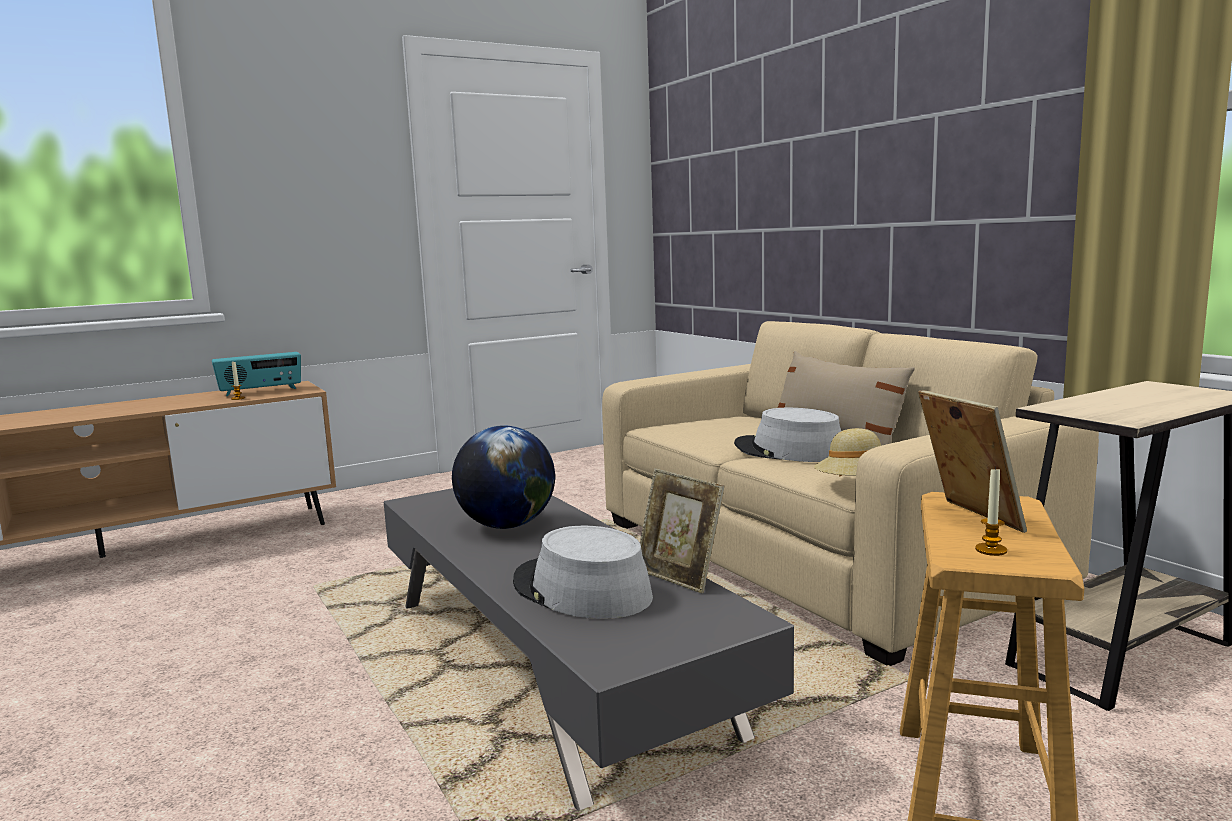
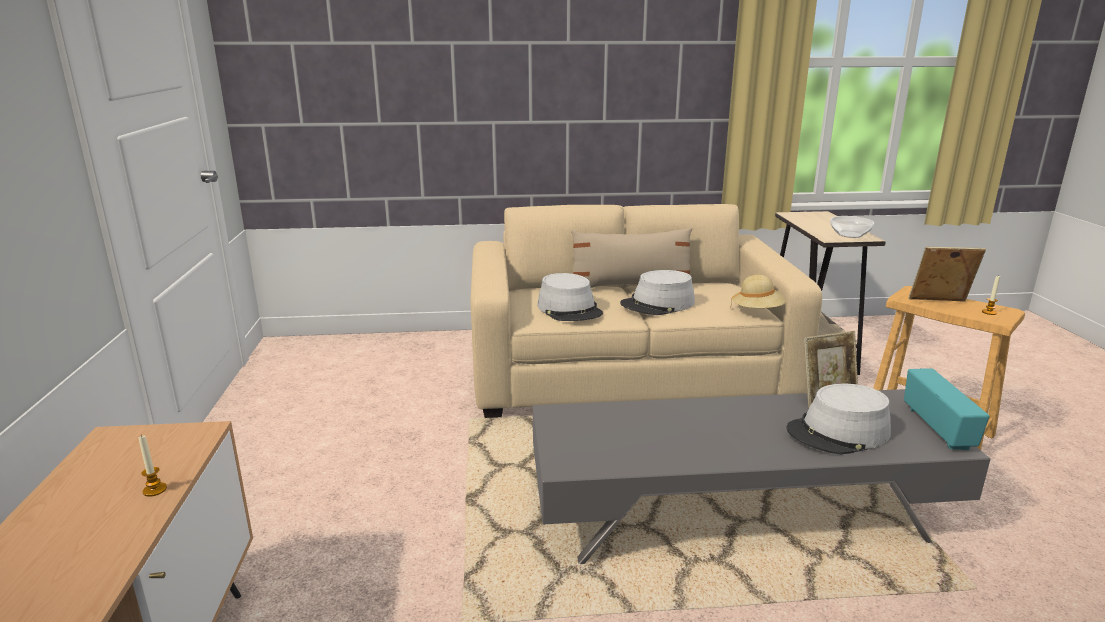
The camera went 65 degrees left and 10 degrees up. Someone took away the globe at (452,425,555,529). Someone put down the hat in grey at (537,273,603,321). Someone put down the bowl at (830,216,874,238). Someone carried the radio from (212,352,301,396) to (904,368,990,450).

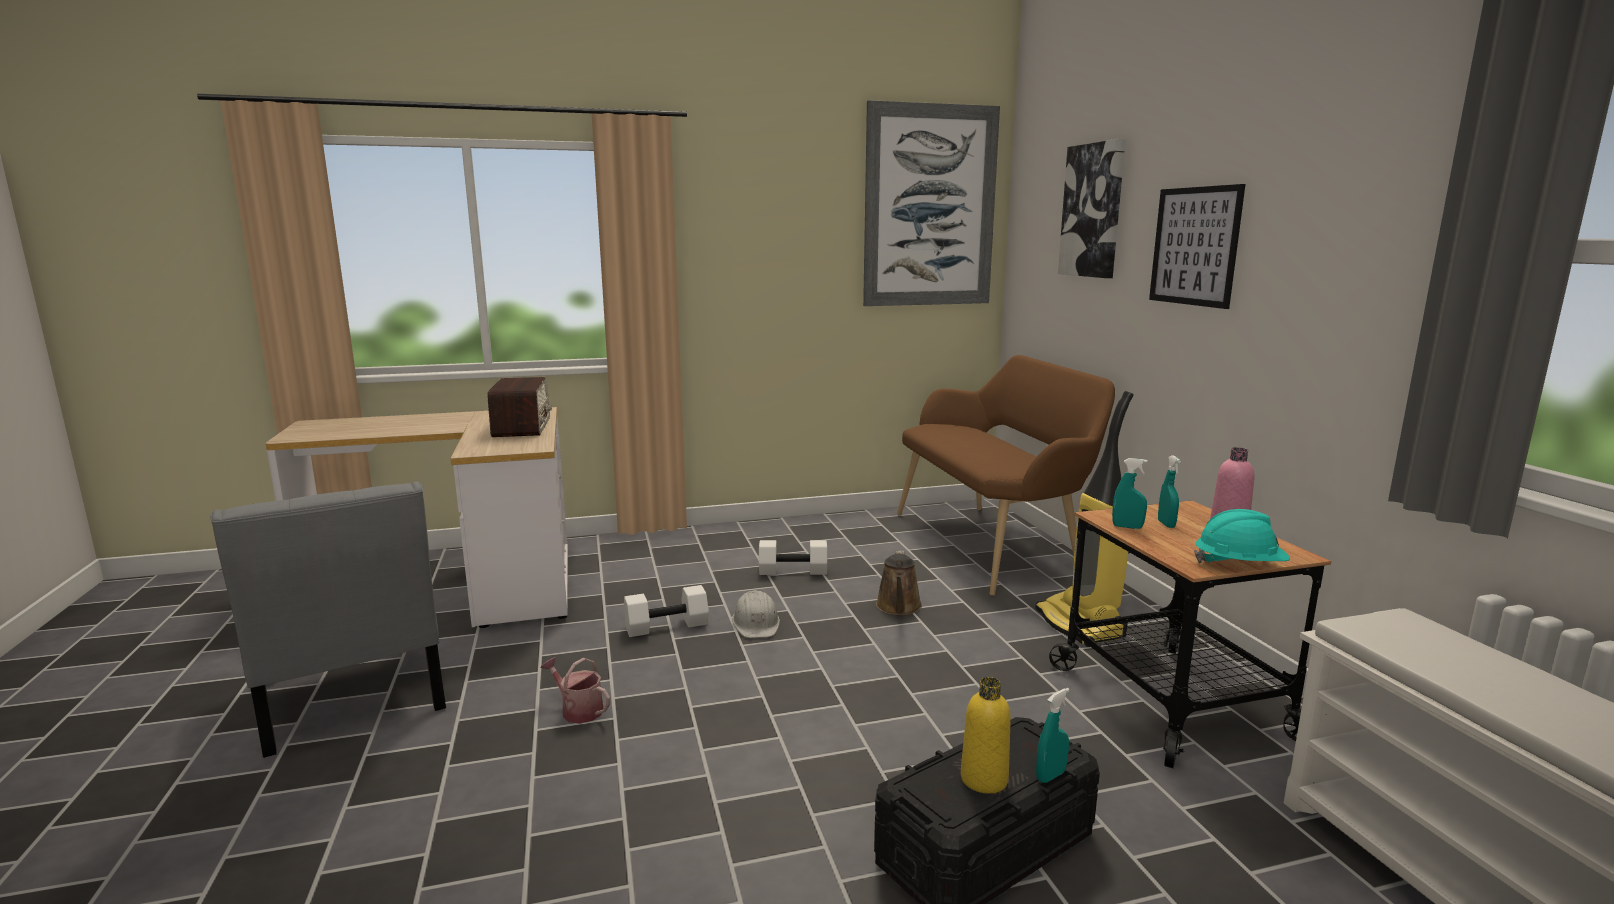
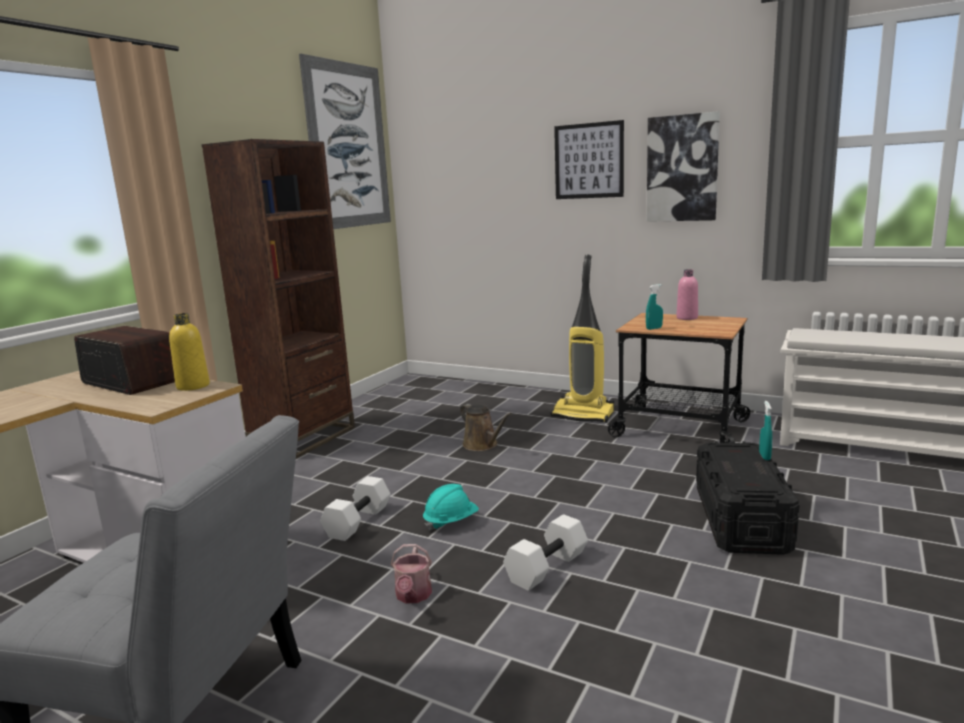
The camera went 45 degrees left and 0 degrees up. Someone took away the hard hat in white at (732,590,780,638). Someone took away the bench in brown at (897,355,1115,596). Someone took away the spray bottle in turquoise at (1158,455,1181,528). Someone put down the bookcase in brown at (202,139,355,458). Someone carried the dumbbell in white from (759,540,827,575) to (503,514,588,591). Someone carried the bottle in yellow from (961,677,1011,794) to (169,313,210,391). Someone carried the picture from (1058,139,1126,278) to (647,111,720,222). Someone carried the hard hat in turquoise from (1194,509,1290,563) to (423,484,479,531). Someone rotated the watering can at (541,657,610,724) by 75 degrees counterclockwise.

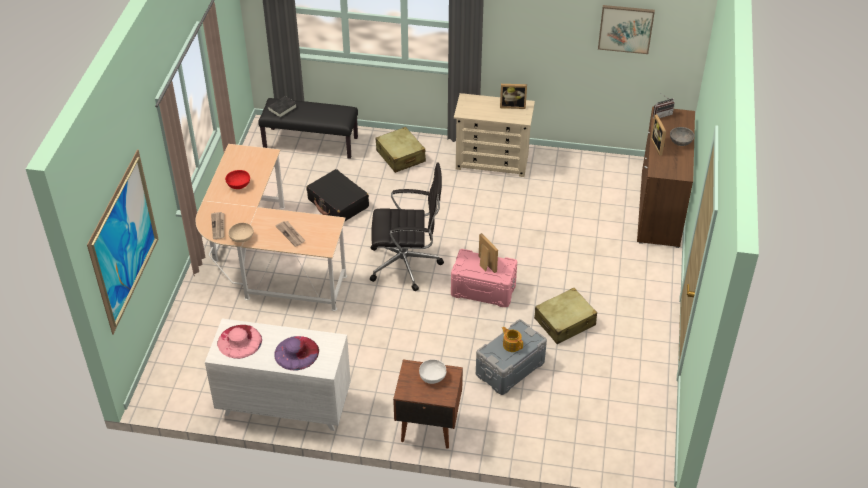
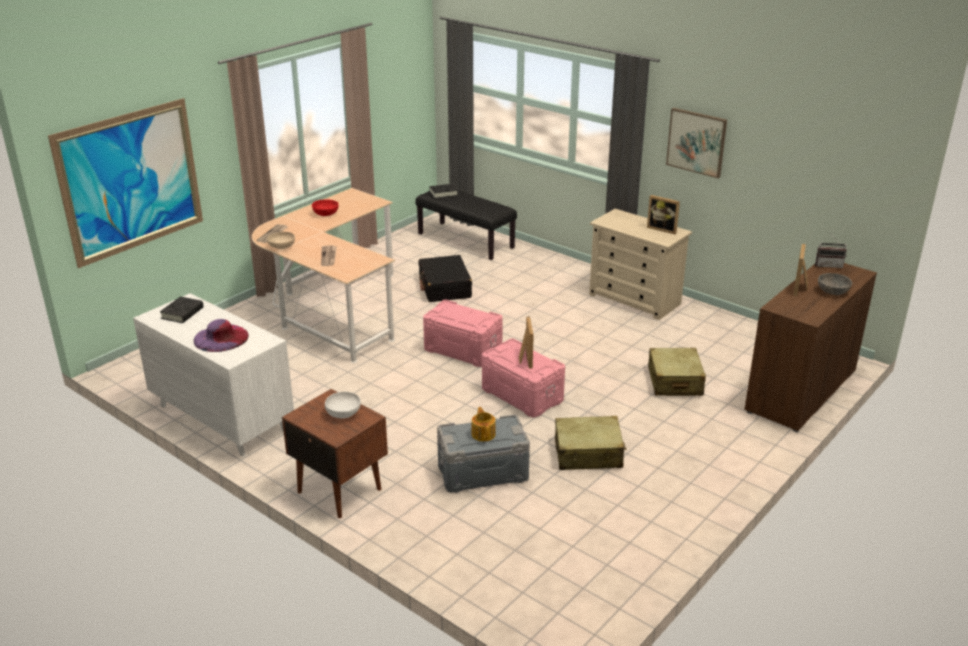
The camera went 30 degrees right and 15 degrees down. Someone carried the suitcase in beige from (375,127,426,173) to (648,348,706,396). Someone carried the picture from (598,5,655,54) to (666,108,727,178). Someone swapped the hat in pink at (217,325,262,359) for the book in black at (160,297,204,323). Someone swapped the office chair in black at (370,162,444,291) for the storage box in pink at (423,299,503,367).

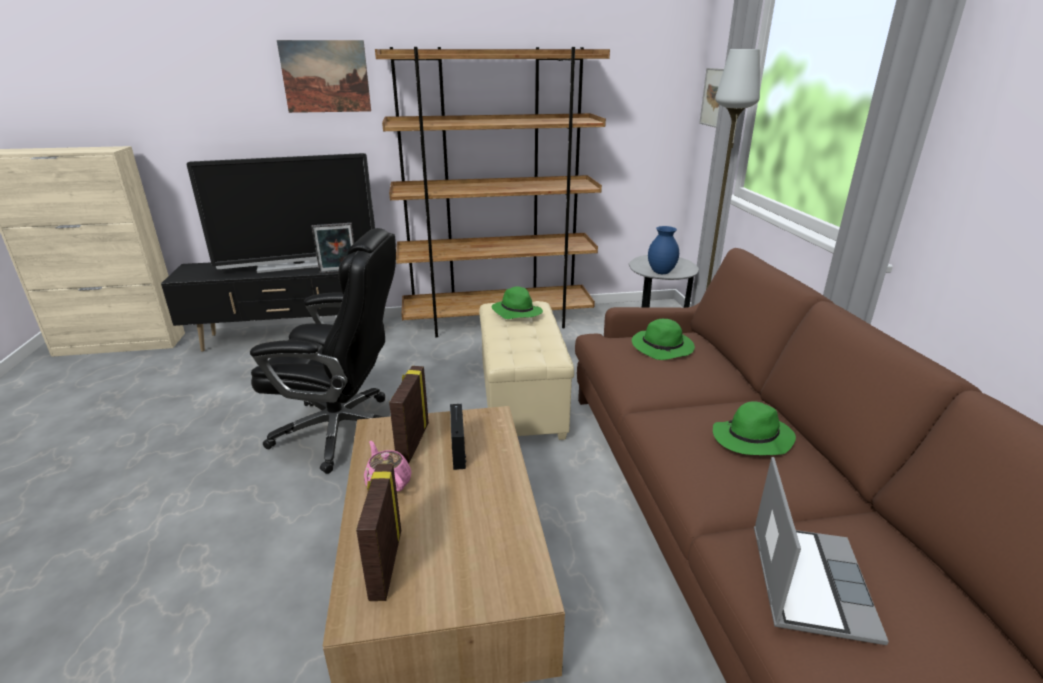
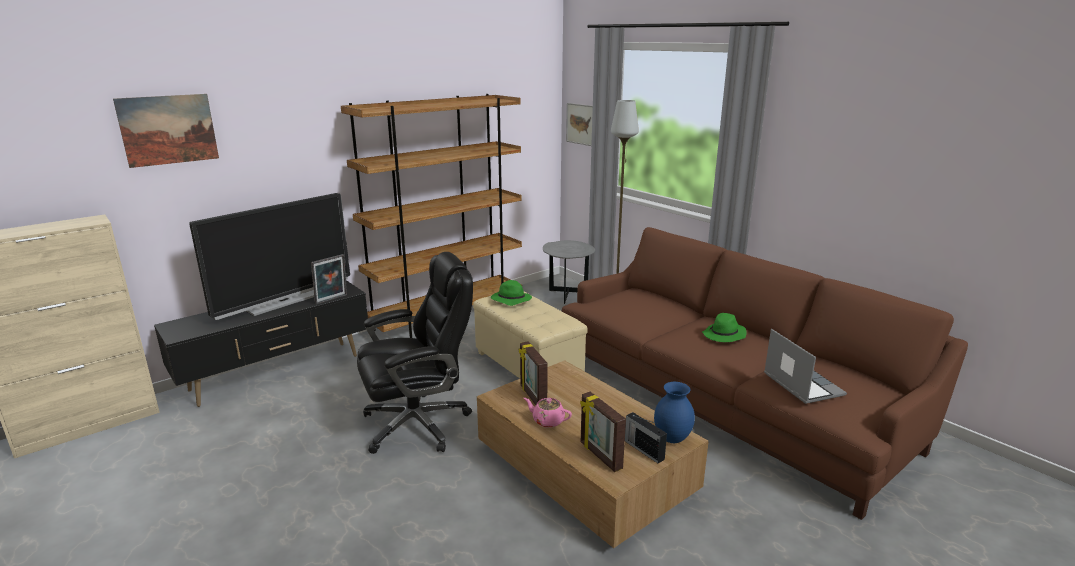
The camera went 30 degrees left and 5 degrees down. Someone took away the hat in green at (632,319,695,360). Someone carried the picture from (277,40,371,113) to (113,94,219,168). Someone carried the radio from (450,404,466,470) to (625,412,667,463). Someone carried the vase in blue from (648,226,679,274) to (654,382,695,443).

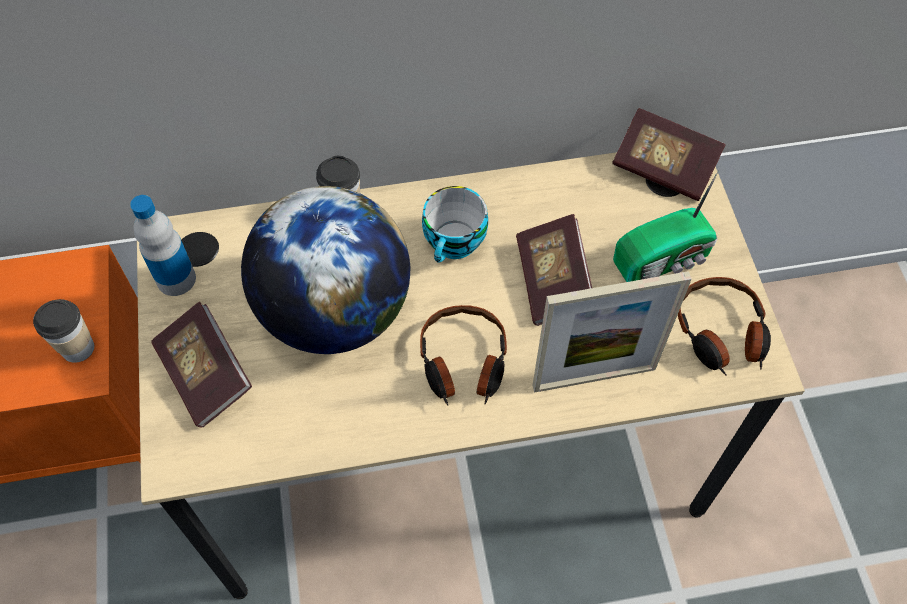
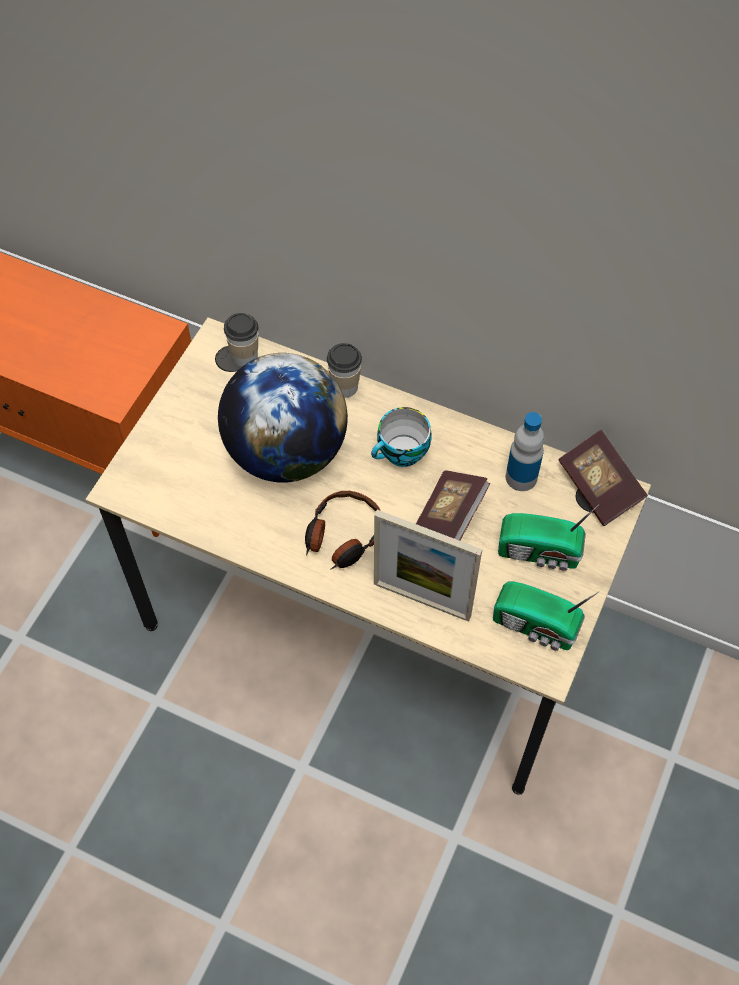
The camera went 35 degrees right and 0 degrees up. Someone took away the book at (151,302,252,427). Someone carried the cup from (33,299,94,363) to (224,313,258,367). Someone carried the bottle from (130,195,196,296) to (506,412,545,491). Someone swapped the headphones at (678,277,771,376) for the radio at (493,582,599,651).

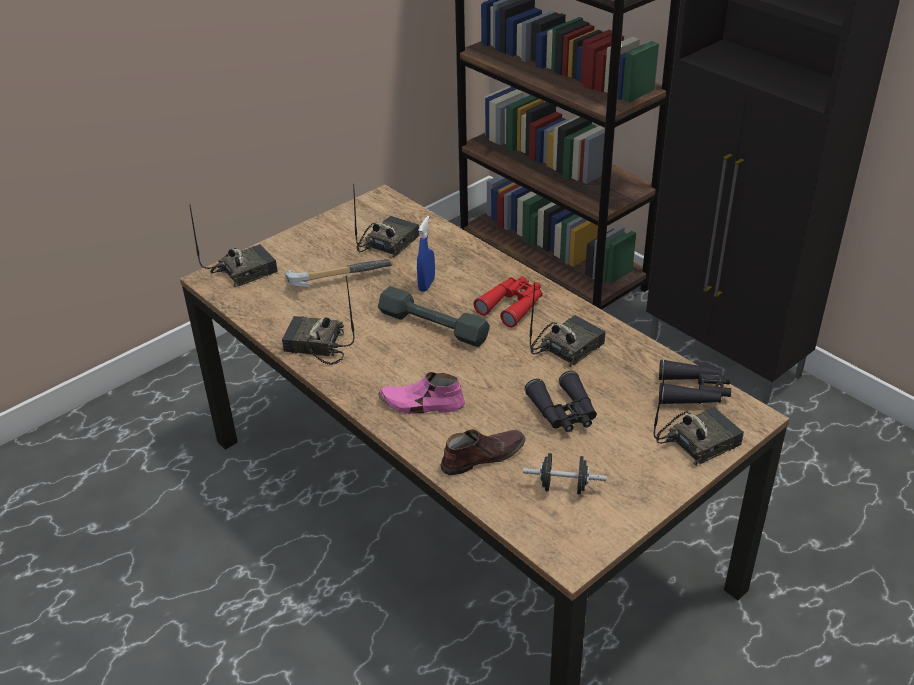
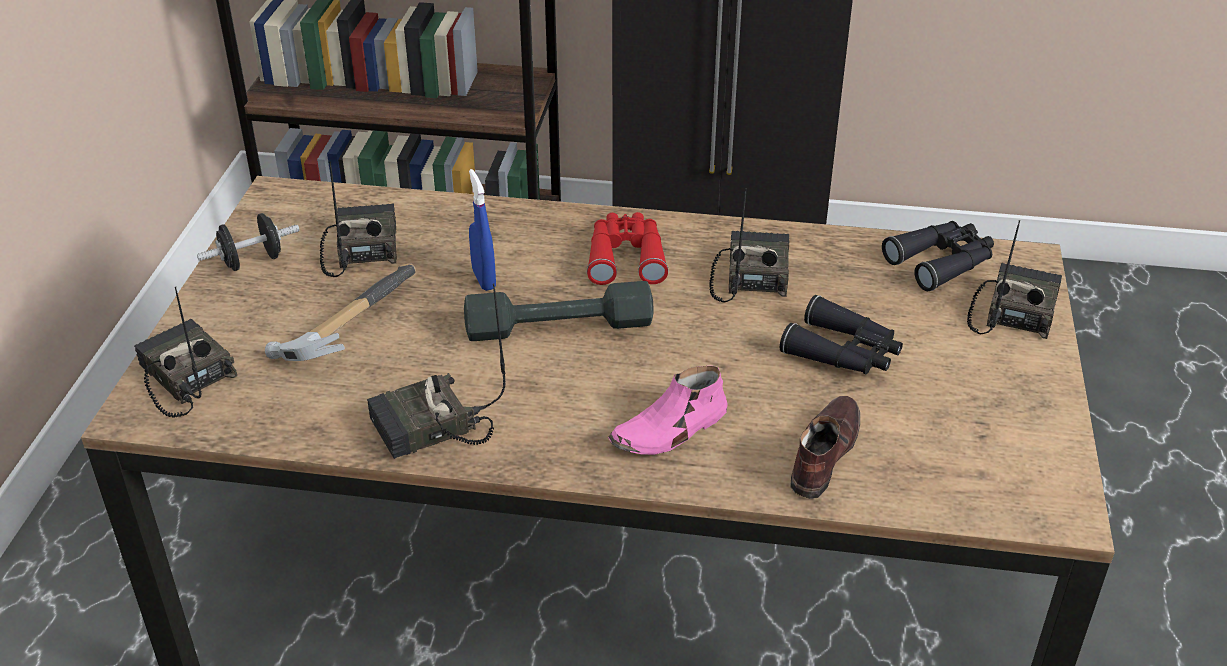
The camera went 40 degrees left and 0 degrees up. Someone carried the dumbbell in black from (523,453,606,495) to (197,213,300,271). Someone rotated the radio at (190,206,278,287) by 60 degrees counterclockwise.

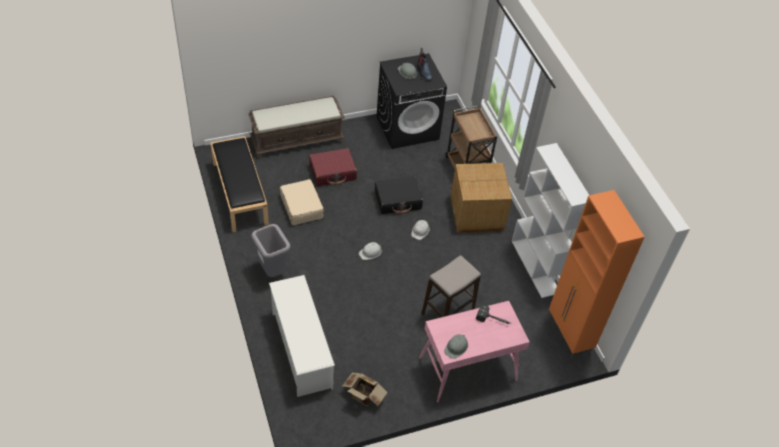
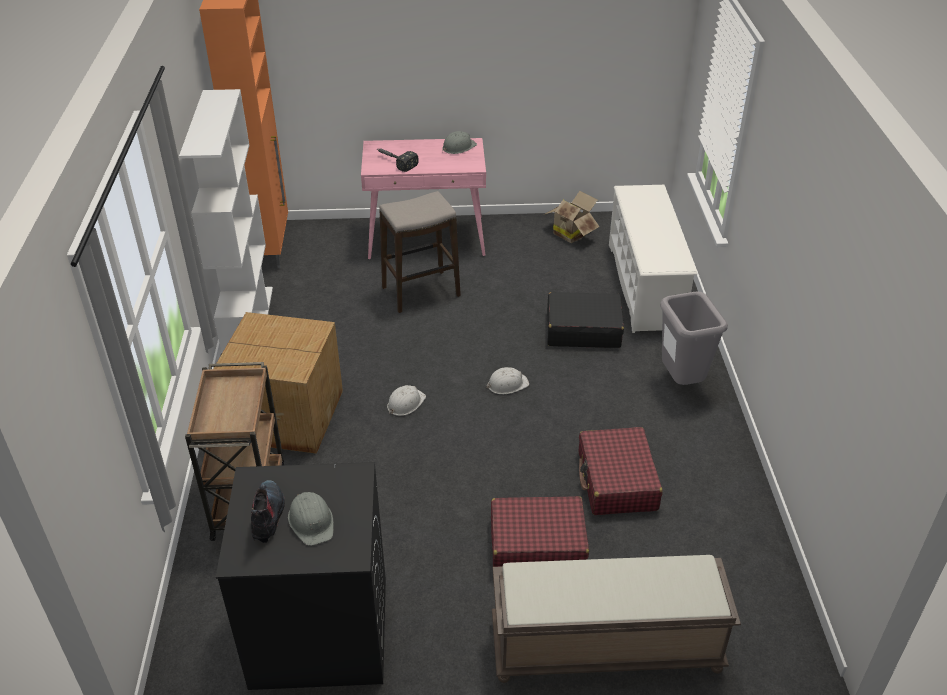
The camera went 160 degrees left and 10 degrees down. Someone took away the bench in black at (210,136,269,232). Someone carried the suitcase in black from (375,177,423,214) to (547,292,624,348). Someone repainted the suitcase in beige at (280,179,324,225), which became the suitcase in red at (579,427,663,515).

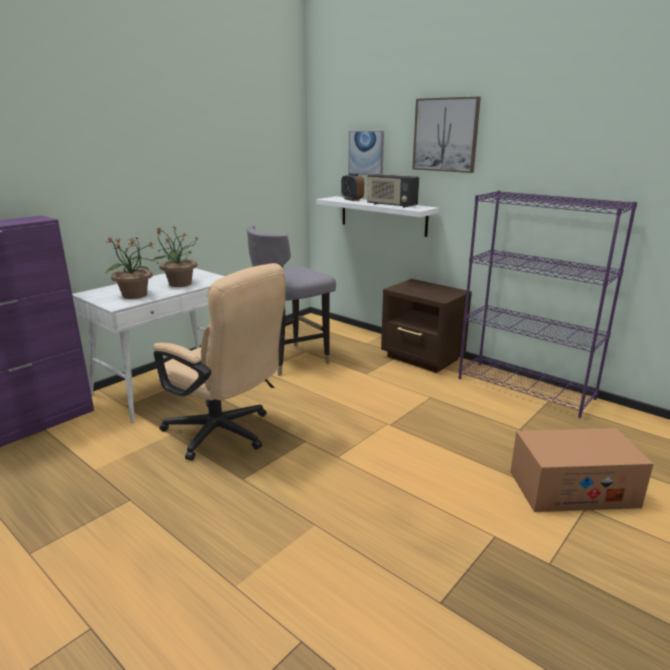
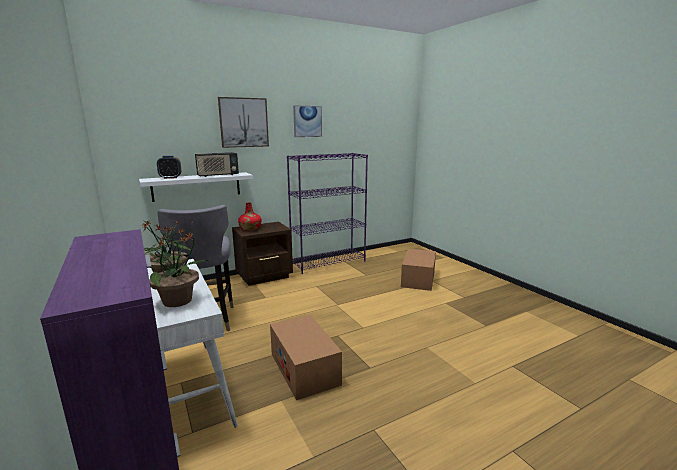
The camera went 70 degrees left and 5 degrees down. Someone put down the bottle in red at (238,202,262,231). Someone carried the picture from (348,131,384,175) to (293,105,322,137). Someone swapped the office chair in beige at (154,263,286,461) for the cardboard box at (270,315,342,400).

